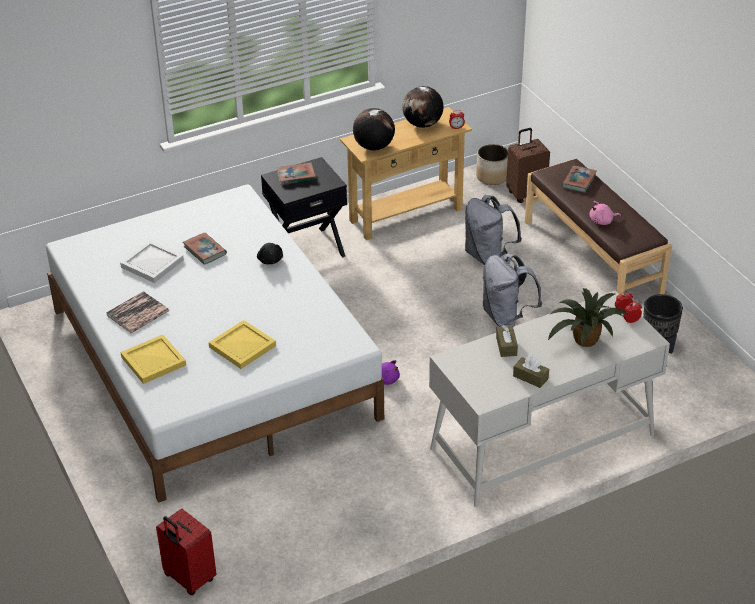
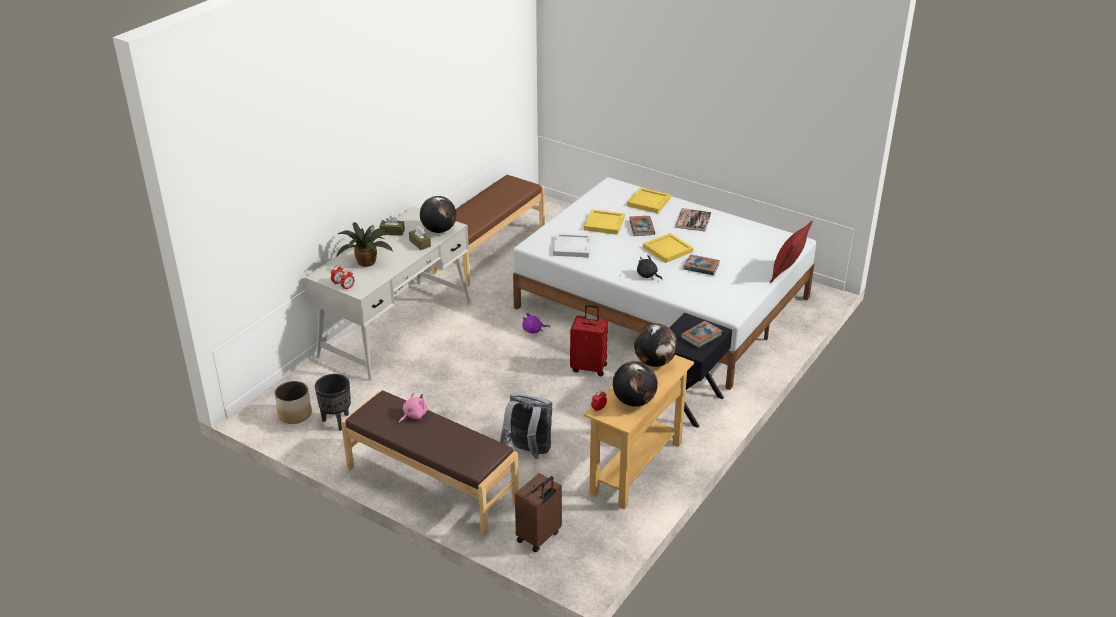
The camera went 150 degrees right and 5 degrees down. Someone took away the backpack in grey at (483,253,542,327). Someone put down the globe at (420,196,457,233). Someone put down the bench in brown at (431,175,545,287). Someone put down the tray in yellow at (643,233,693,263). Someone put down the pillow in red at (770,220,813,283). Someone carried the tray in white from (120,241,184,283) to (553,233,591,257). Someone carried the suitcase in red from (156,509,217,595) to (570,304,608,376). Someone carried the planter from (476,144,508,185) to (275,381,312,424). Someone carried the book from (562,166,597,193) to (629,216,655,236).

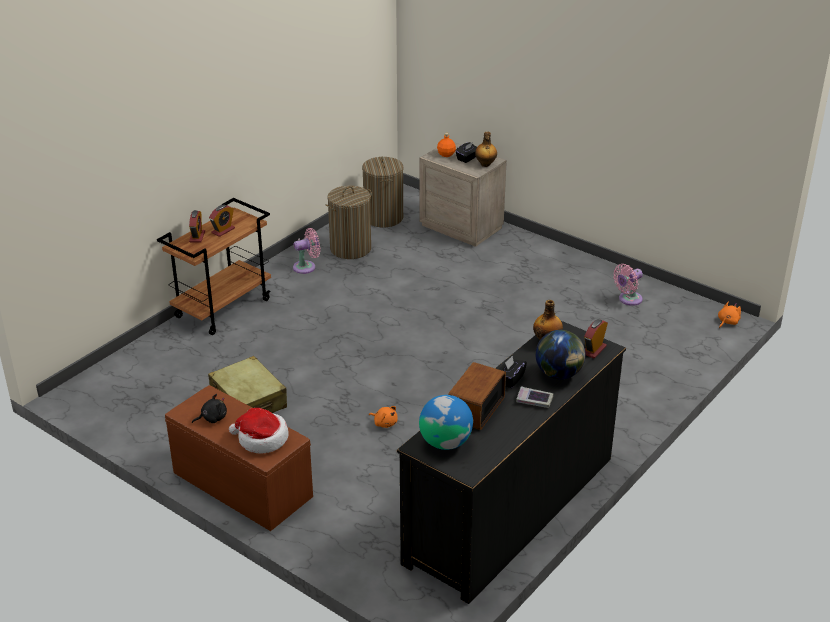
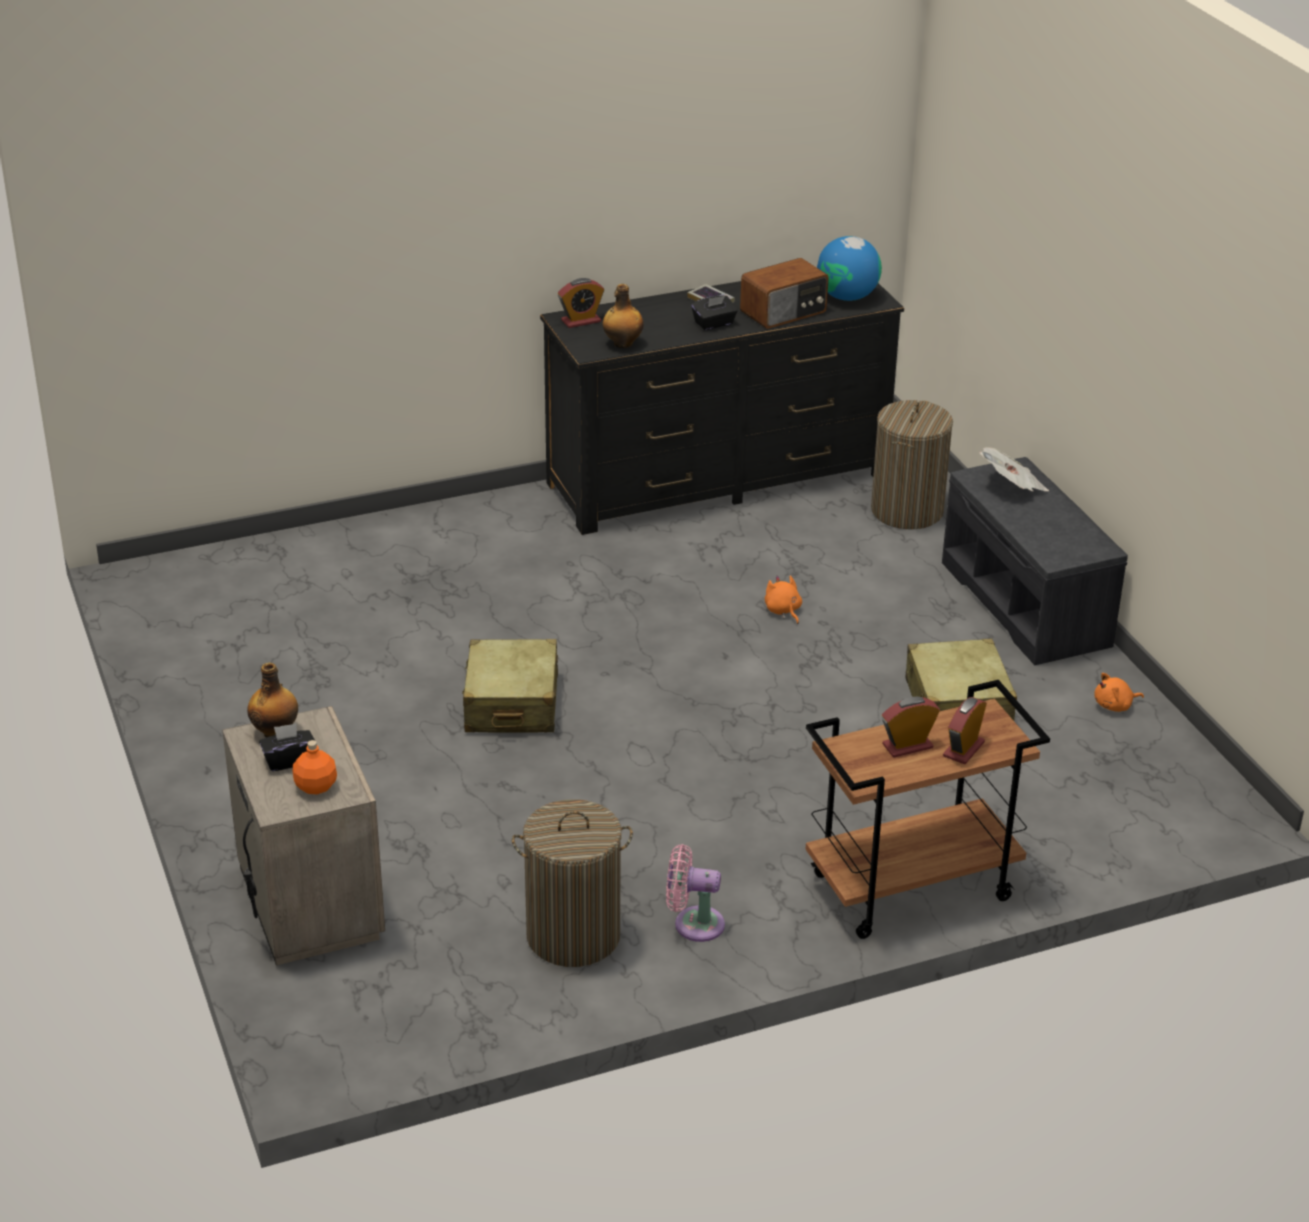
The camera went 150 degrees left and 0 degrees up. Someone took away the plush toy in black at (192,394,227,423). Someone took away the globe at (535,330,586,379). Someone took away the fan in pink at (613,264,643,306). Someone put down the suitcase in beige at (462,639,558,733). Someone carried the laundry basket from (362,156,403,227) to (871,400,953,529). Someone carried the plush toy in orange from (718,301,741,328) to (1094,673,1144,712). Someone swapped the hat at (229,408,289,454) for the newspaper at (979,447,1049,491). Someone repainted the bench in brown at (165,385,313,531), which became the bench in grey at (942,457,1128,666).

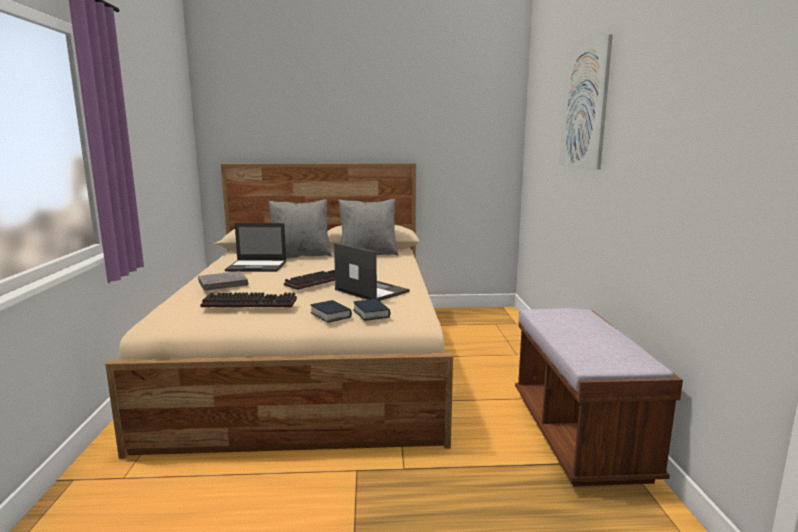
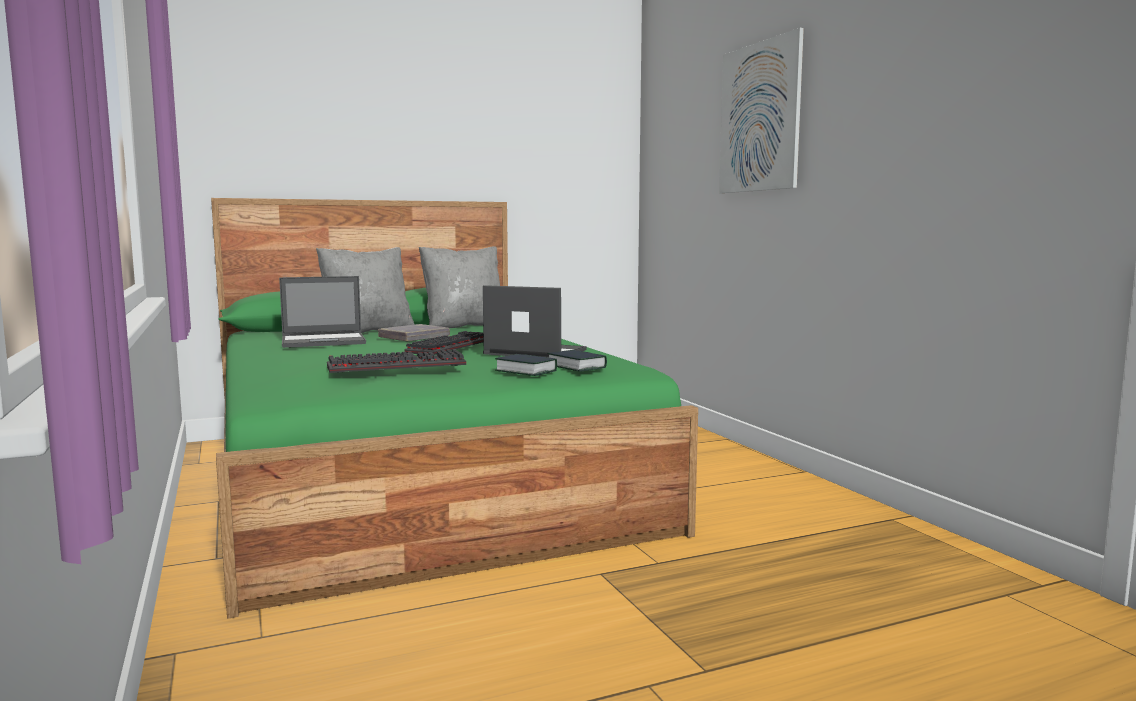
The camera went 20 degrees left and 5 degrees down. Someone took away the bench in brown at (515,308,683,486). Someone carried the book in grey from (198,271,248,291) to (378,324,450,341). Someone repainted the bed in beige at (105,163,453,459), which became the bed in green at (211,198,698,618).

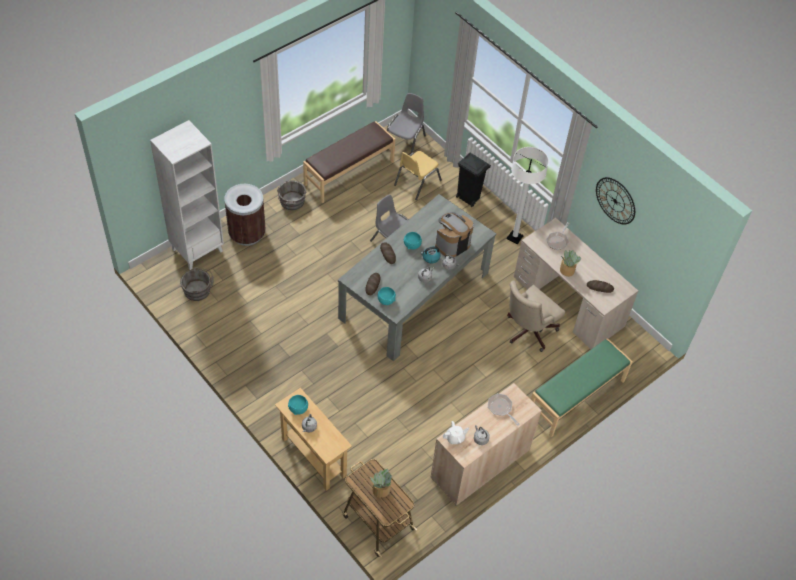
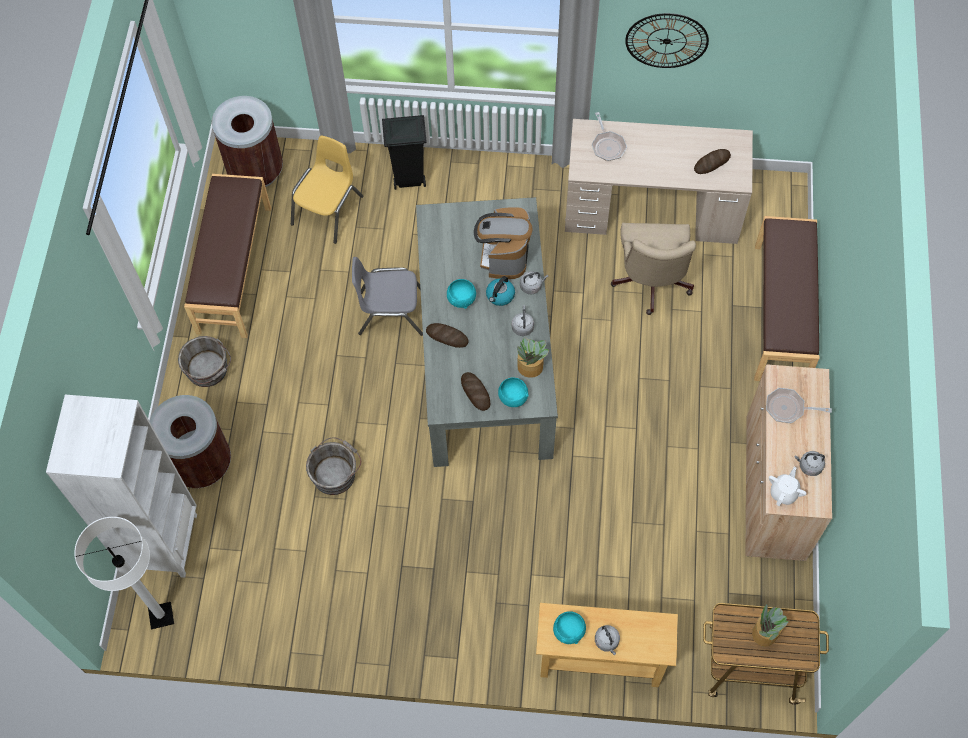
The camera went 40 degrees left and 10 degrees up. Someone carried the bucket in grey from (180,267,214,301) to (306,437,361,495). Someone carried the floor lamp in white from (507,147,549,244) to (74,517,174,629). Someone carried the potted plant from (560,250,581,277) to (517,338,549,378). Someone swapped the chair in grey at (387,93,426,154) for the trash can in brown at (212,96,283,187). Someone repainted the bench in green at (531,338,633,437), which became the bench in brown at (754,216,819,381). Someone rotated the chair in yellow at (394,151,442,200) by 150 degrees counterclockwise.

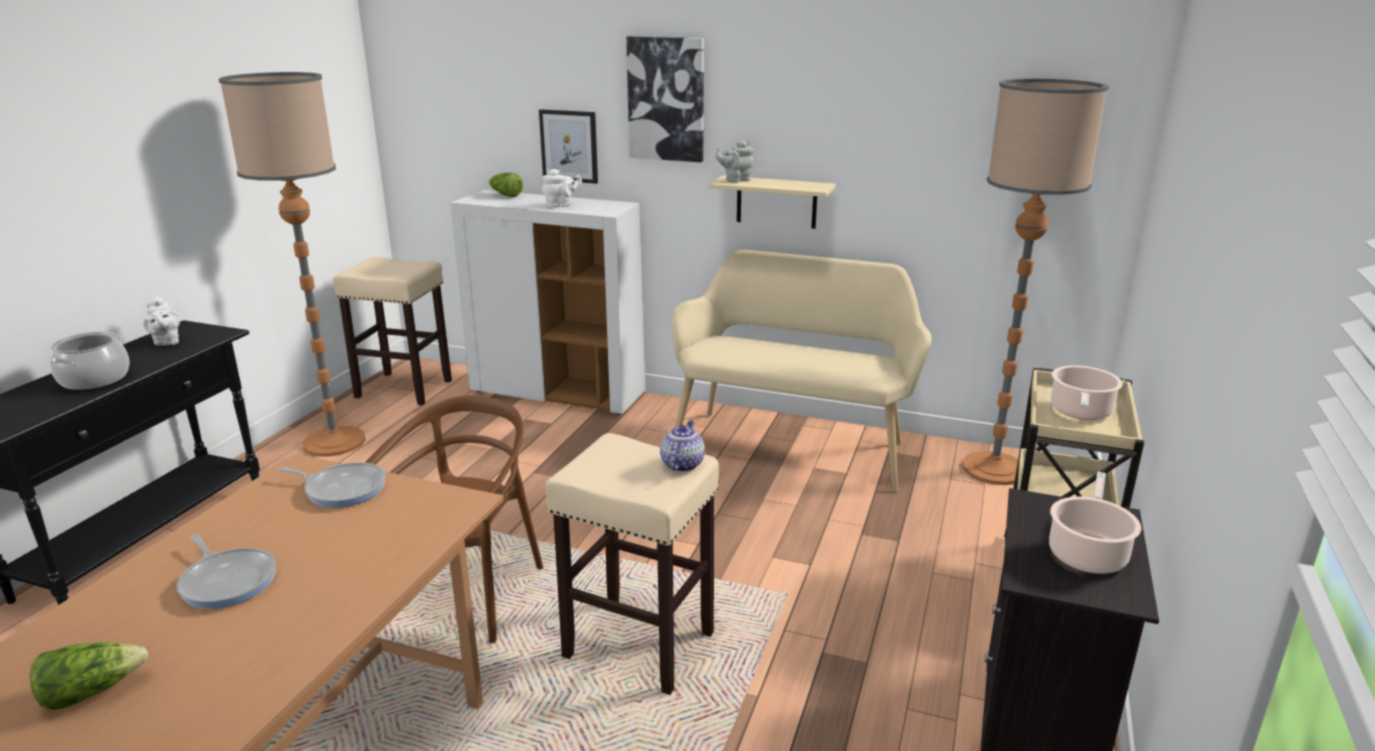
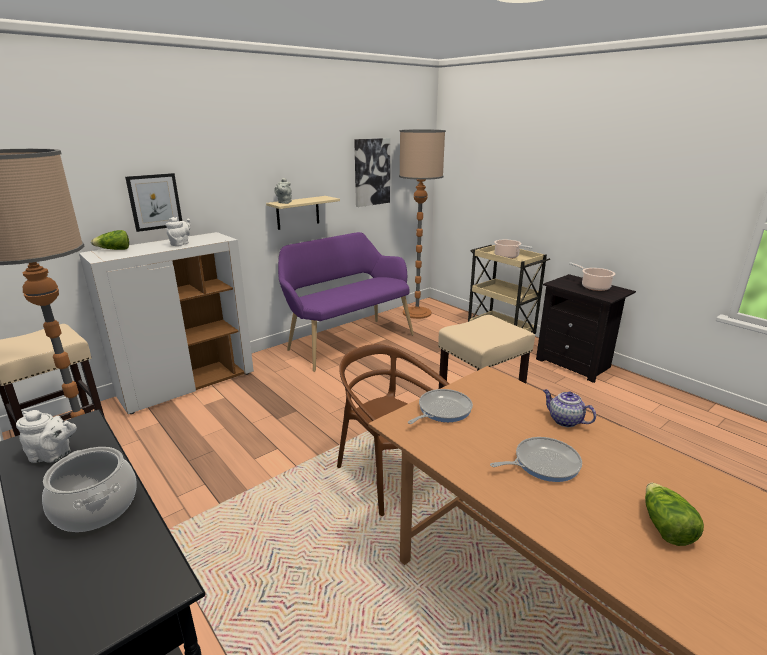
The camera went 60 degrees left and 0 degrees up. Someone carried the picture from (626,36,704,162) to (354,138,390,207). Someone carried the teapot from (660,420,705,472) to (543,389,596,427). Someone repainted the bench in beige at (672,250,932,492), which became the bench in purple at (278,232,414,372).

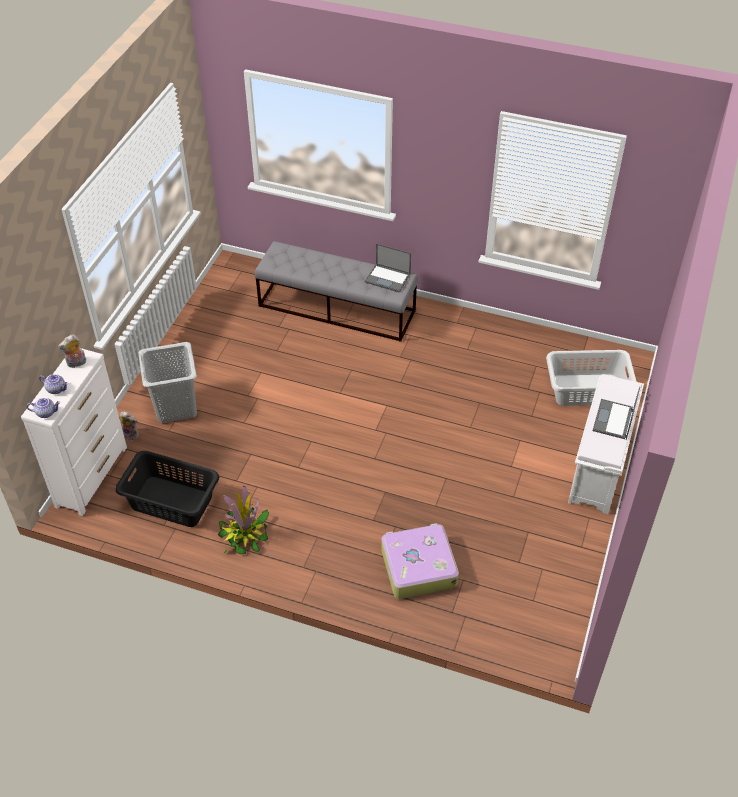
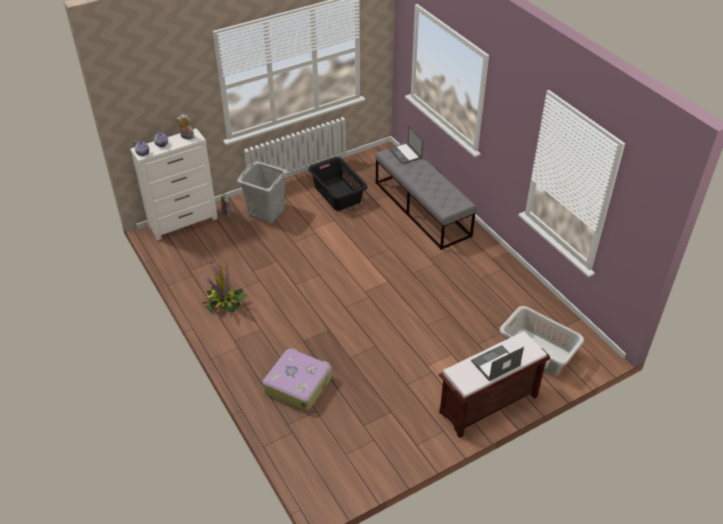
The camera went 40 degrees right and 5 degrees down. Someone carried the laundry basket in black from (116,451,219,527) to (308,157,368,211). Someone carried the laptop from (365,243,411,293) to (389,126,423,164). Someone repainted the bench in white at (568,374,644,514), which became the bench in brown at (439,331,550,438).

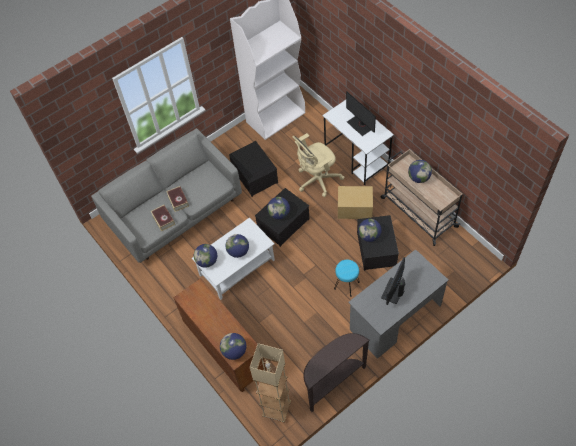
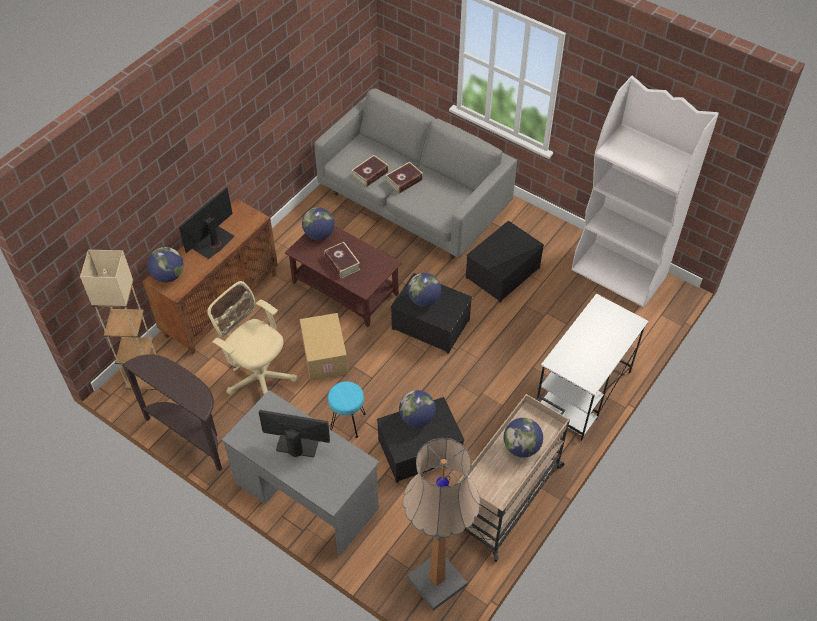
The camera went 70 degrees right and 5 degrees down. Someone put down the floor lamp at (403,438,480,611). Someone carried the office chair in beige from (292,133,344,197) to (207,281,298,395). Someone carried the cardboard box from (338,186,373,219) to (300,313,348,381). Someone carried the monitor from (346,91,376,136) to (179,187,234,259). Someone swapped the globe at (225,234,249,258) for the book at (324,242,360,279). Someone repainted the coffee table in white at (192,217,275,300), which became the coffee table in brown at (285,225,402,327).

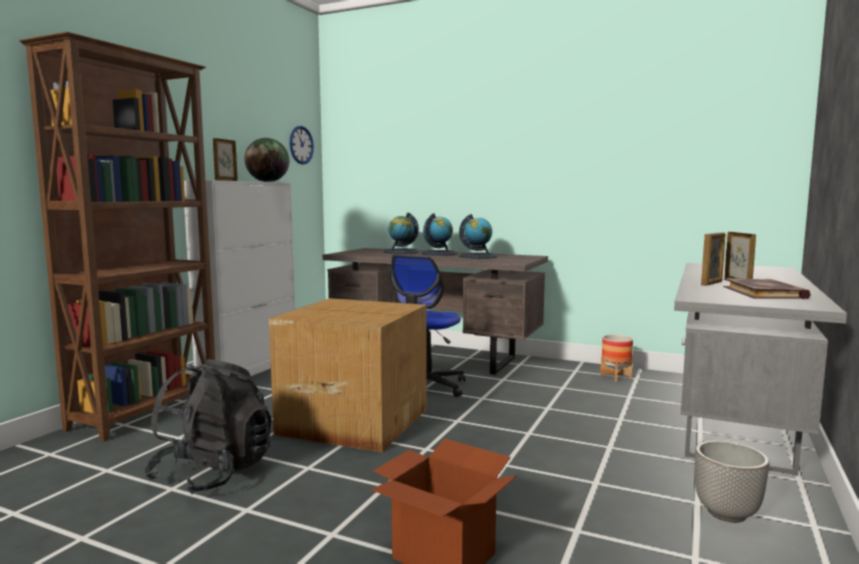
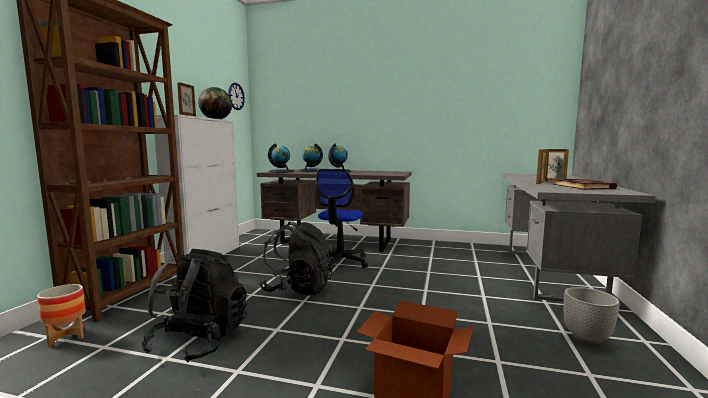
The camera went 10 degrees left and 0 degrees up. Someone carried the globe from (459,214,497,259) to (268,143,294,173). Someone carried the planter from (600,334,633,382) to (37,284,86,347). Someone swapped the cardboard box at (269,298,426,453) for the backpack in black at (259,222,333,295).

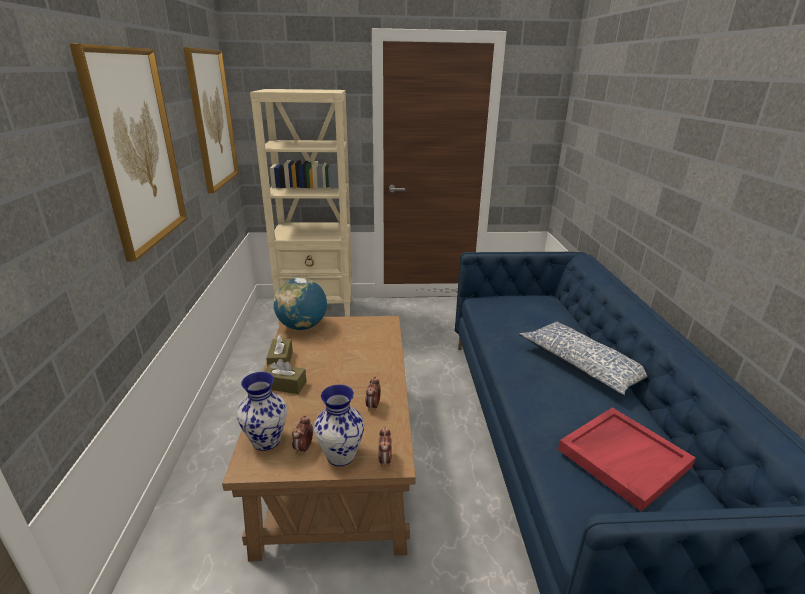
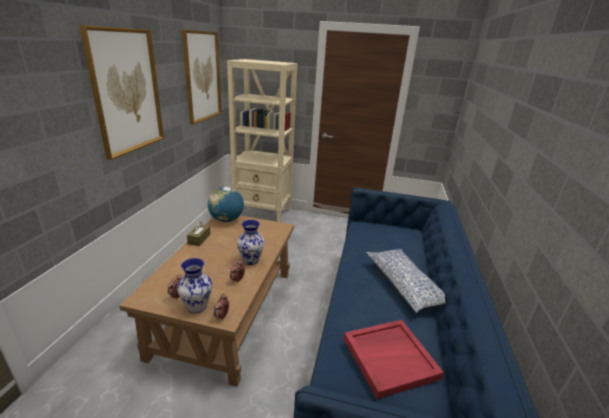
The camera went 15 degrees right and 0 degrees up. Someone took away the tissue box in brown at (264,359,307,394). Someone carried the vase from (237,372,287,451) to (237,220,265,265).

